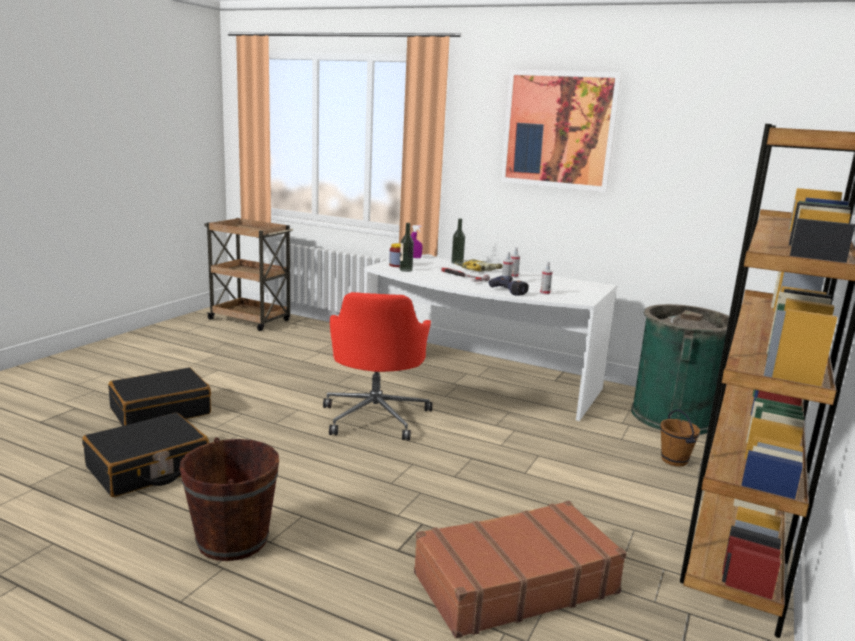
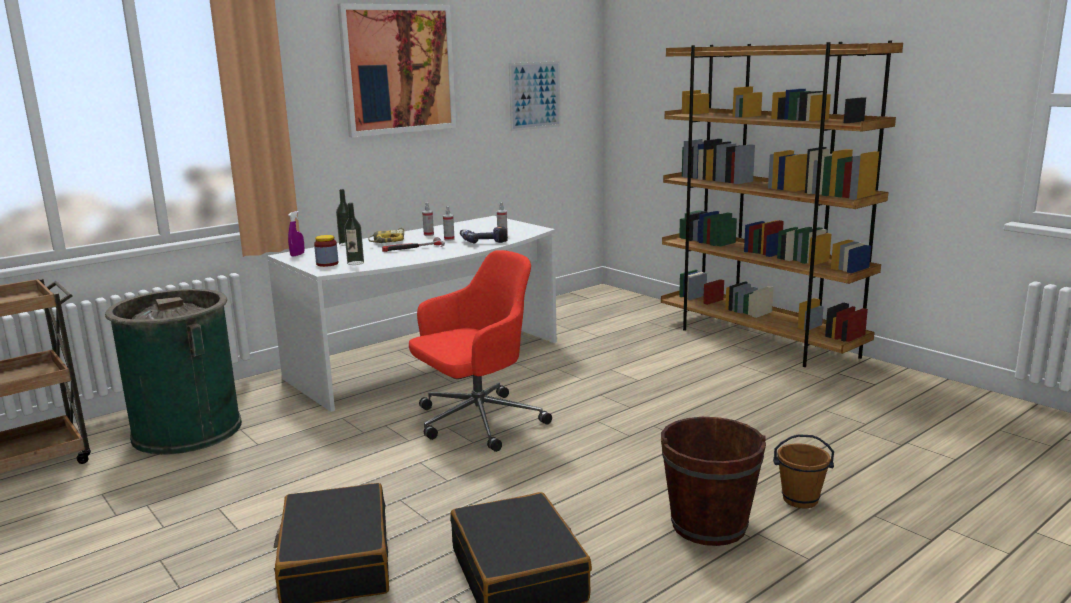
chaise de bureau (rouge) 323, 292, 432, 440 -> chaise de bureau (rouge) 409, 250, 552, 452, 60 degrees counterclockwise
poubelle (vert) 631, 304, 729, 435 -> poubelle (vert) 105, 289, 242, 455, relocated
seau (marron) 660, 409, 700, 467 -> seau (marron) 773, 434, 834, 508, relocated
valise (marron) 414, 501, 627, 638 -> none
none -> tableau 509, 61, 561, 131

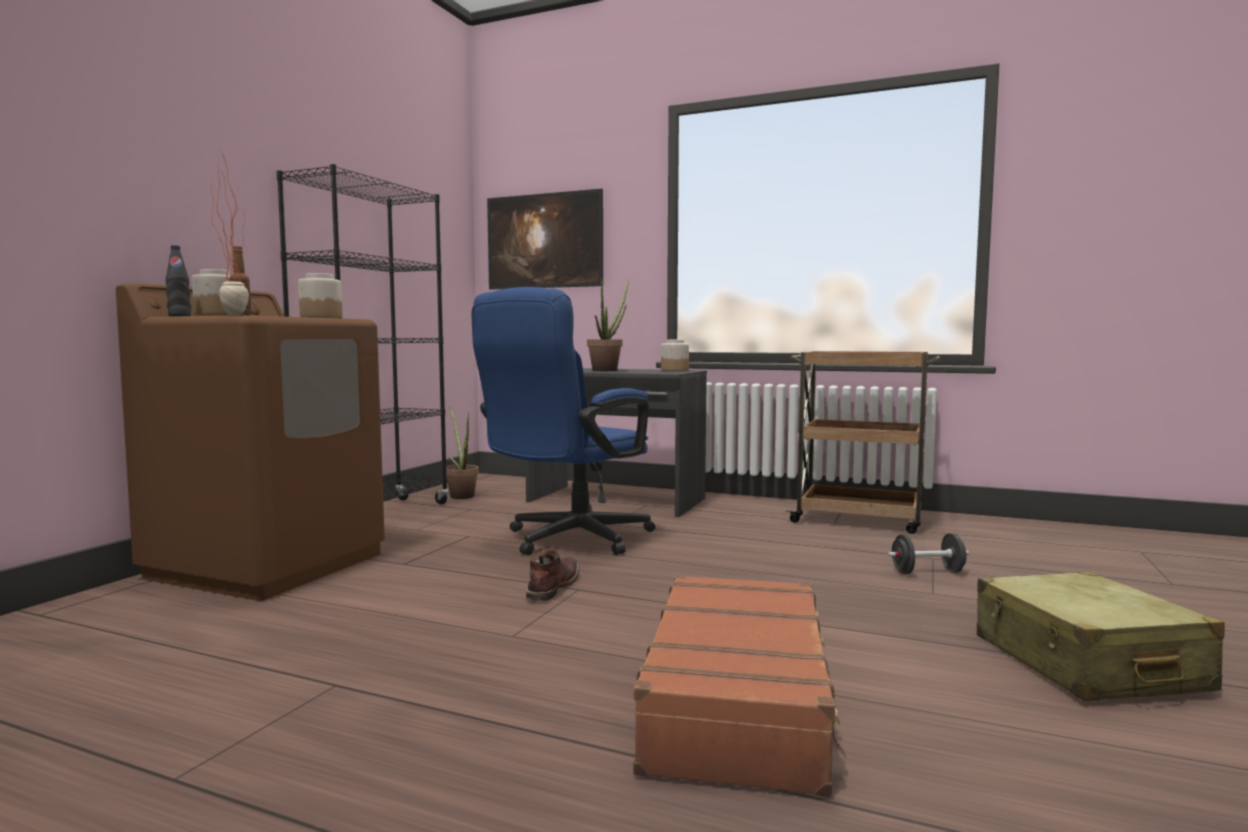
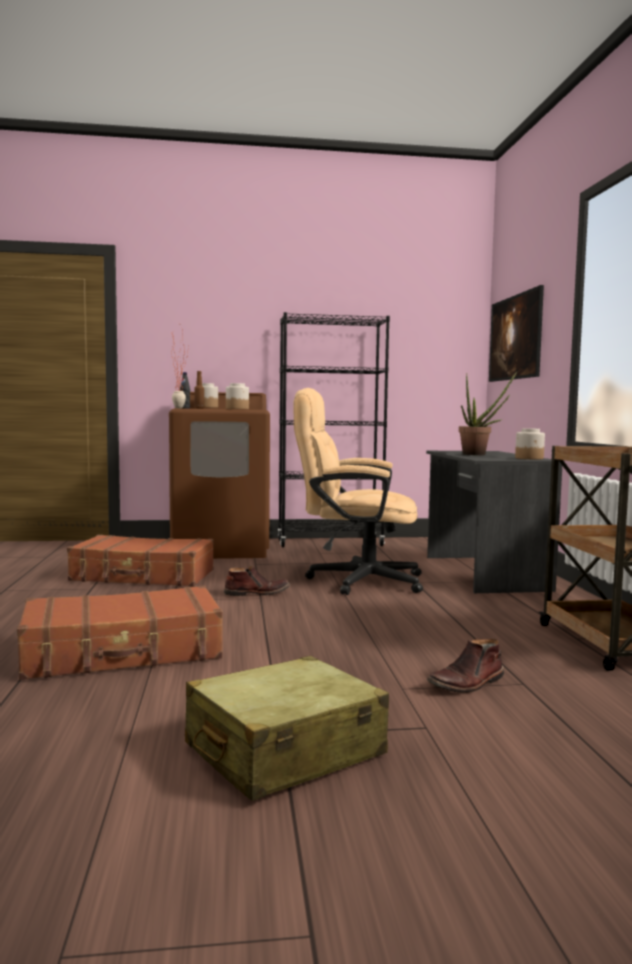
chaise de bureau (bleu) 471, 287, 655, 555 -> chaise de bureau (beige) 294, 388, 423, 595
plante en pot 446, 406, 479, 499 -> none
haltère (noir) 888, 533, 969, 574 -> botte (marron) 427, 639, 504, 693
none -> valise (marron) 67, 535, 214, 586

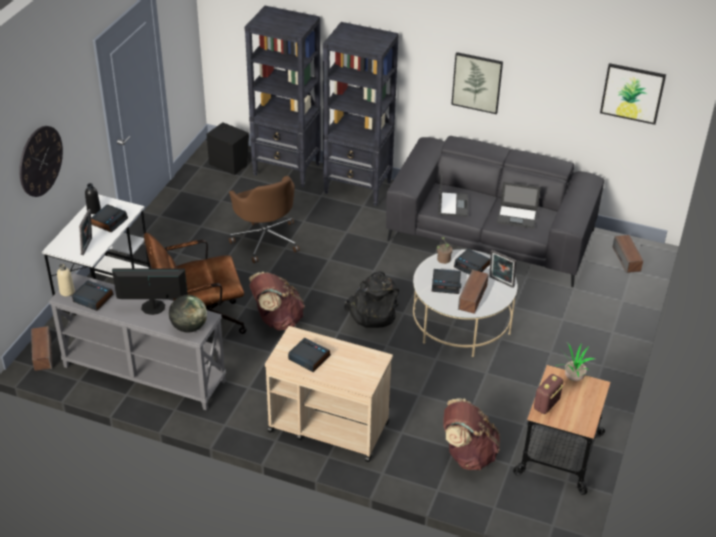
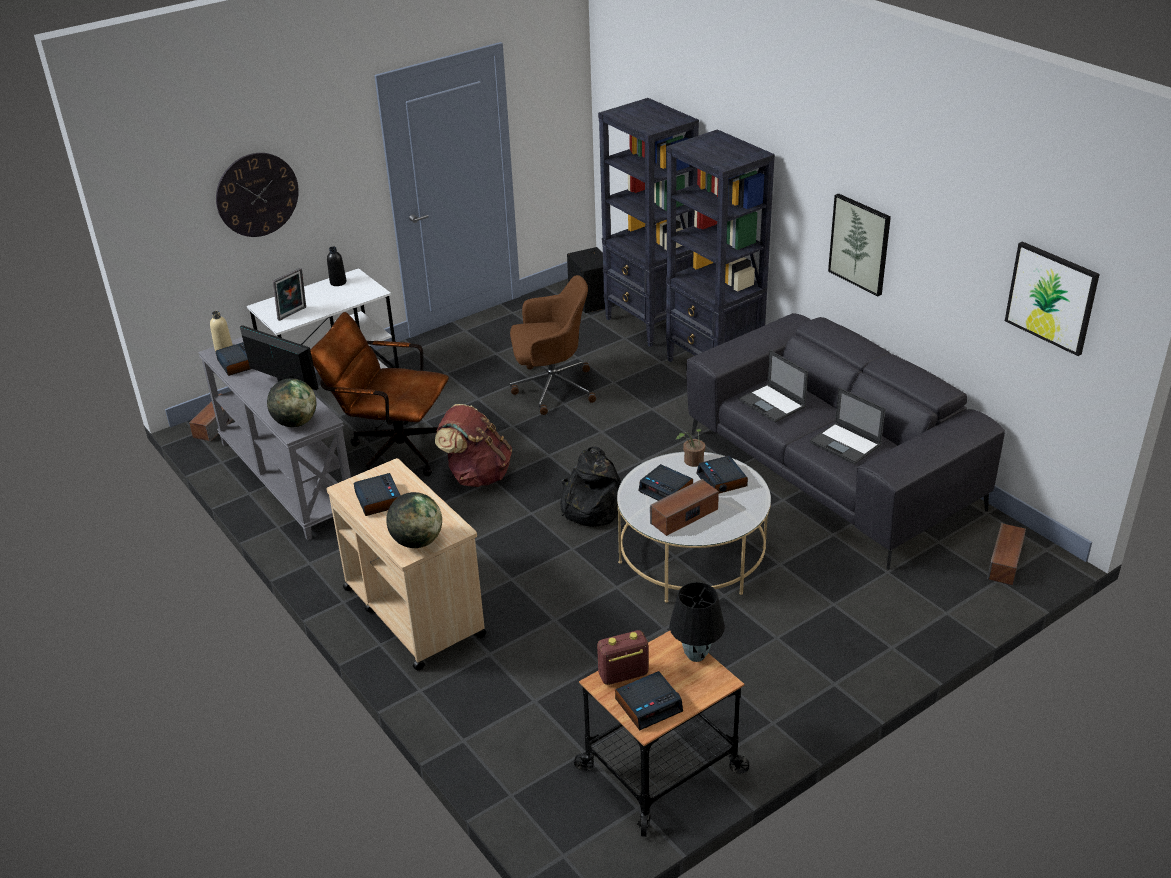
ordinateur portable 438, 169, 468, 217 -> ordinateur portable 738, 350, 808, 423, 105 degrees clockwise
chaise de bureau (marron) 229, 176, 300, 263 -> chaise de bureau (marron) 510, 275, 596, 415, 105 degrees counterclockwise
réveil 91, 204, 128, 233 -> réveil 615, 671, 683, 730, relocated
cadre photo 489, 250, 516, 288 -> none
plante en pot 556, 342, 595, 381 -> lampe de table (noir) 669, 582, 725, 662
sac à dos (marron) 443, 398, 500, 470 -> none
none -> globe 386, 492, 442, 548

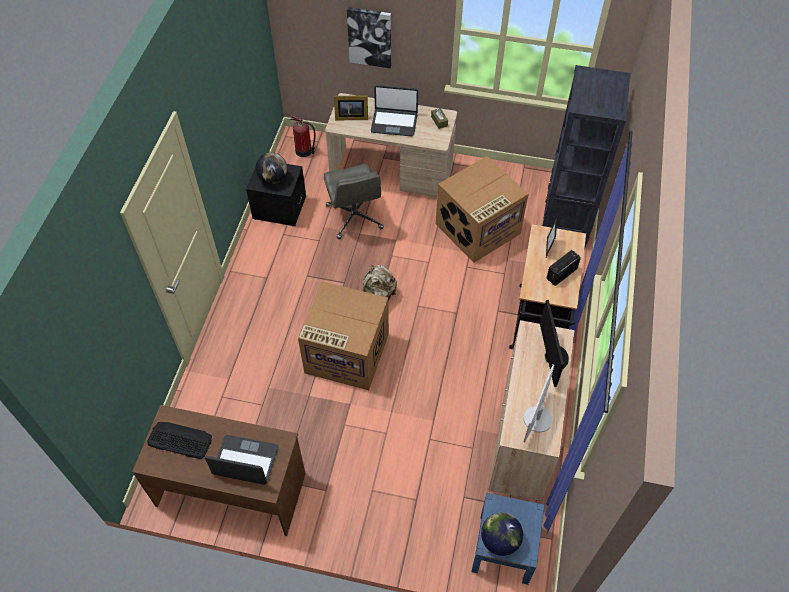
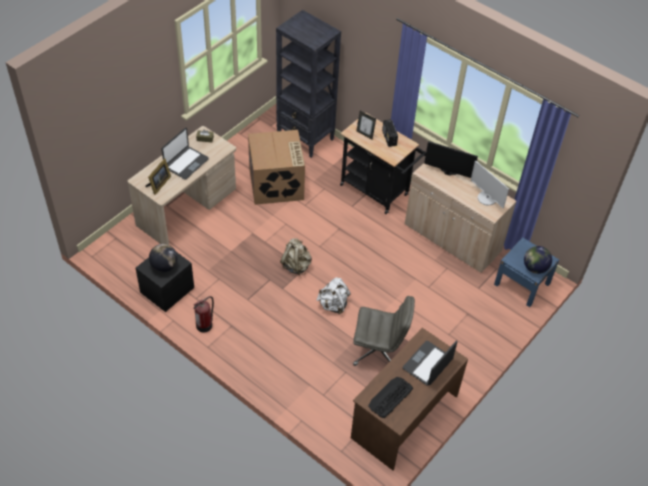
tableau 347, 7, 391, 68 -> none
extincteur 289, 115, 316, 157 -> extincteur 193, 296, 214, 333, relocated
chaise de bureau (gris) 324, 164, 384, 239 -> chaise de bureau (gris) 353, 296, 415, 366, relocated
carton 298, 281, 389, 390 -> sac à dos (blanc) 317, 277, 351, 314

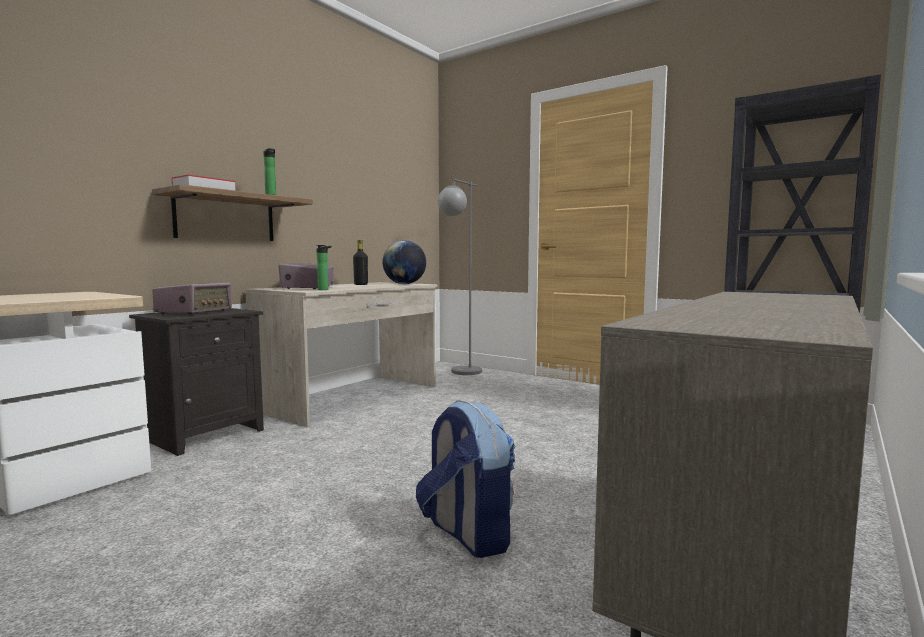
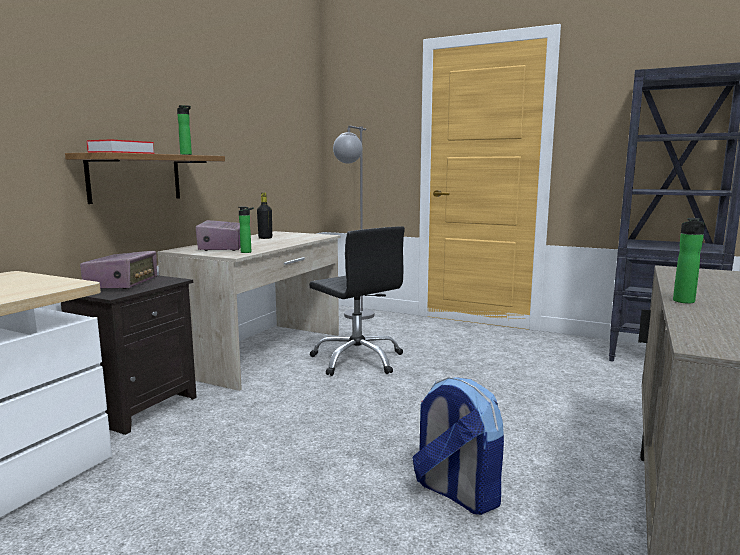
globe 382, 240, 426, 284 -> none
none -> bouteille 673, 218, 705, 303
none -> chaise de bureau (noir) 309, 226, 405, 376

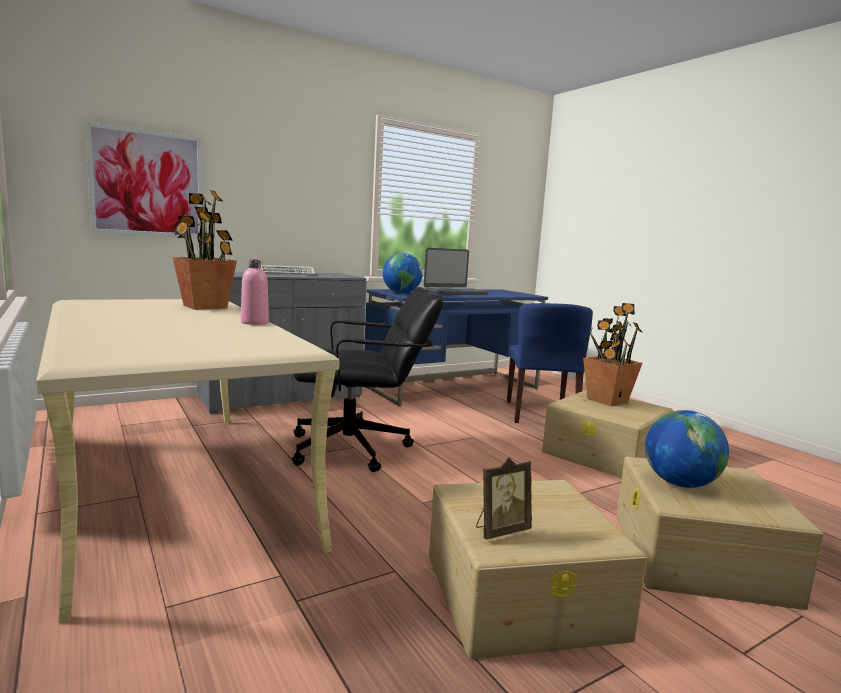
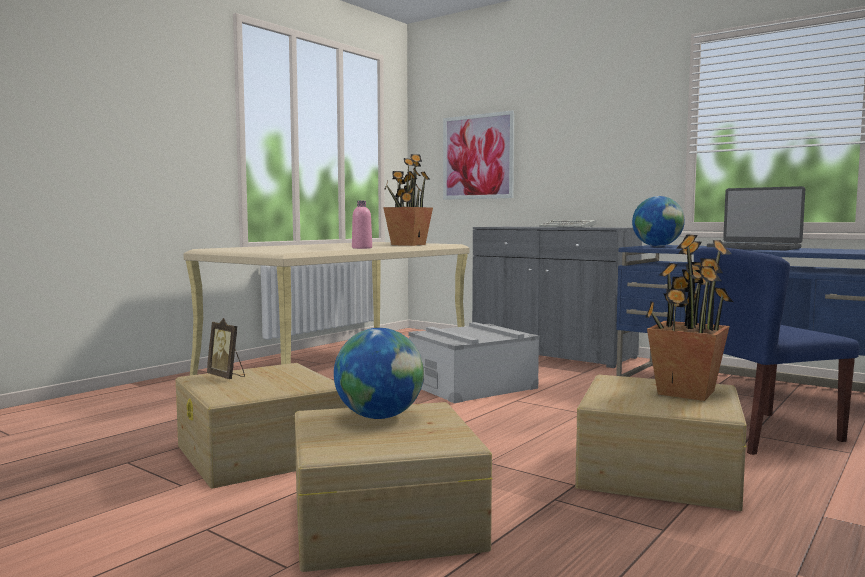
chaise de bureau (noir) 292, 287, 444, 472 -> boîte de rangement (gris) 408, 322, 539, 403

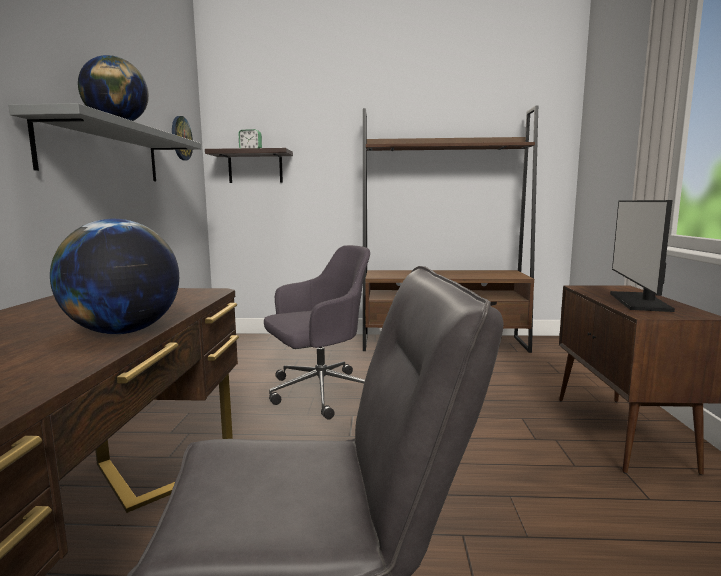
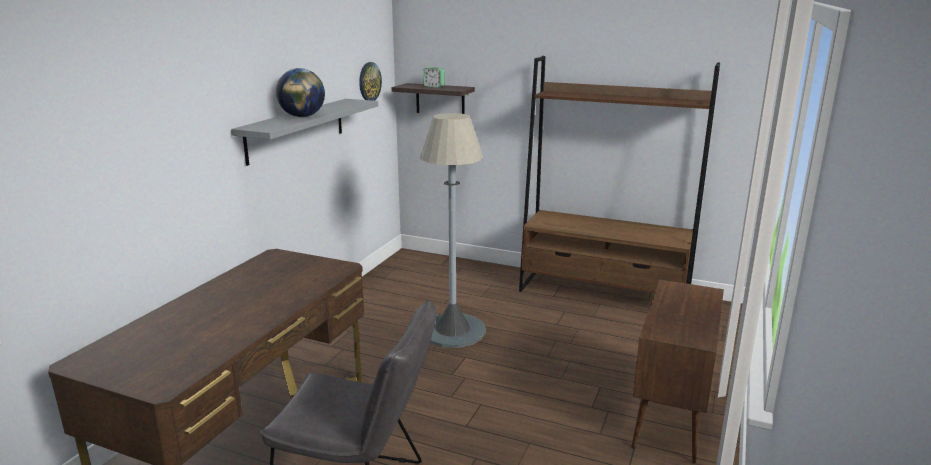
écran d'ordinateur 610, 200, 675, 312 -> none
globe 50, 218, 179, 334 -> none
chaise de bureau (gris) 264, 245, 370, 420 -> lampadaire (gris) 420, 113, 486, 348

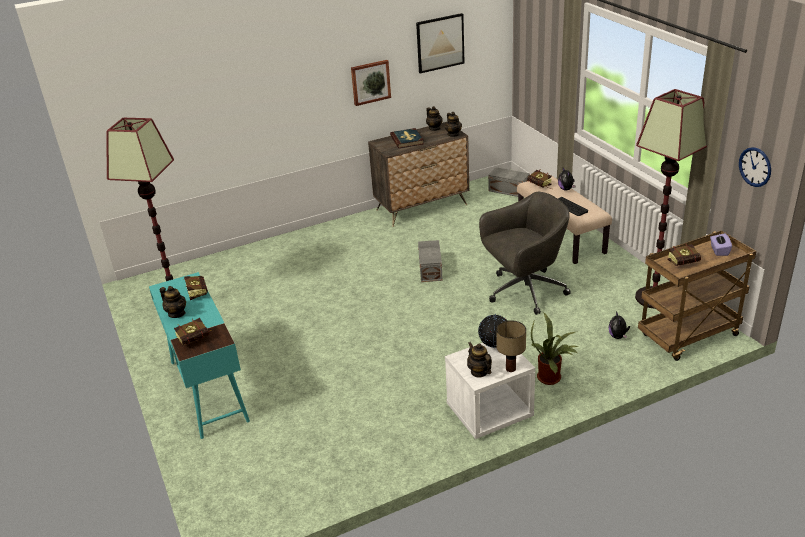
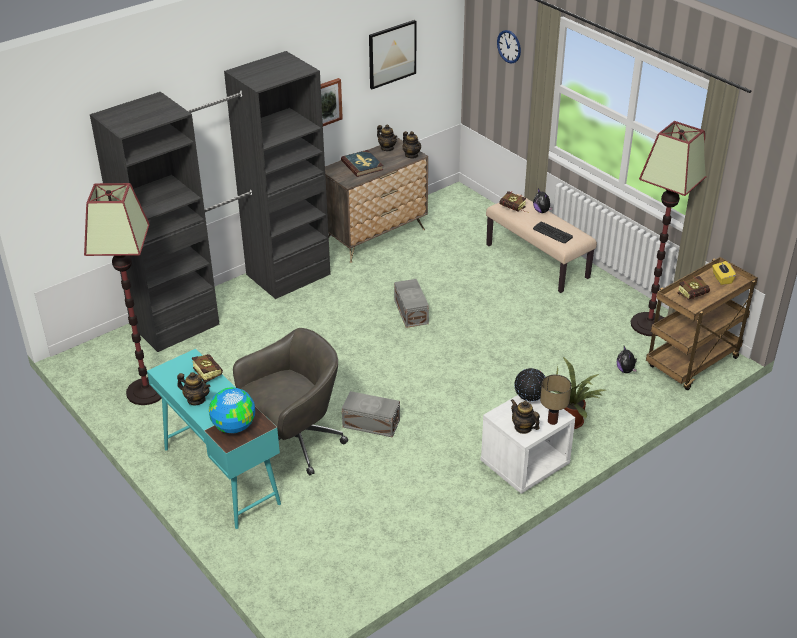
horloge murale 739, 147, 771, 187 -> horloge murale 497, 30, 521, 64, relocated
boîte de rangement (gris) 488, 167, 530, 197 -> boîte de rangement (gris) 342, 391, 400, 438, relocated
chaise de bureau (gris) 479, 192, 571, 315 -> chaise de bureau (gris) 233, 328, 348, 475, relocated
boîte à mouchoirs (violet) 710, 233, 732, 256 -> boîte à mouchoirs (jaune) 712, 261, 736, 285
livre 174, 318, 212, 346 -> globe 209, 387, 255, 433
none -> armoire (noir) 90, 51, 331, 352

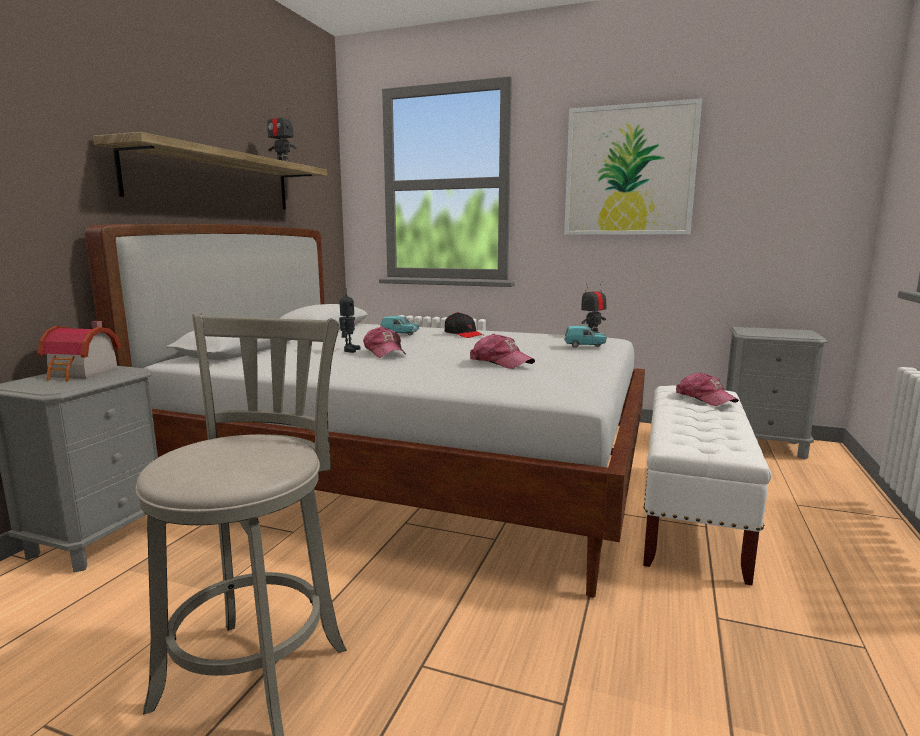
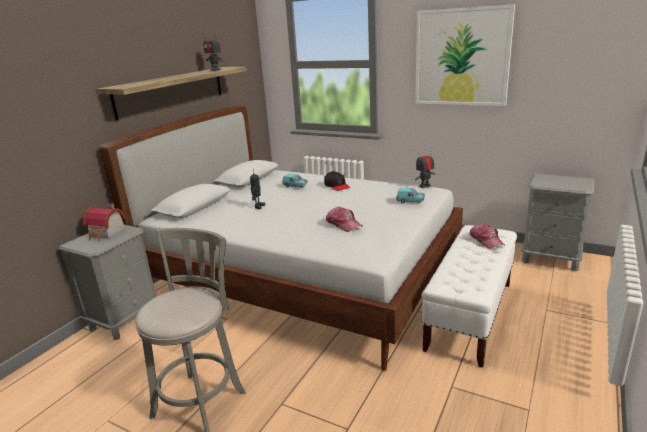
casquette 363, 326, 406, 358 -> none

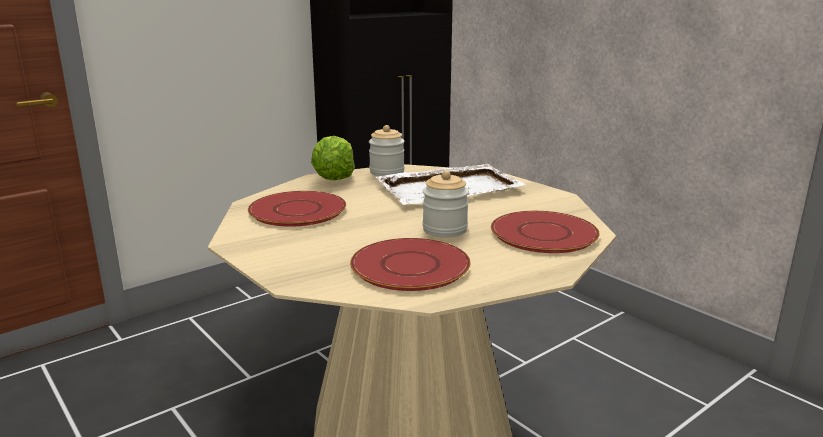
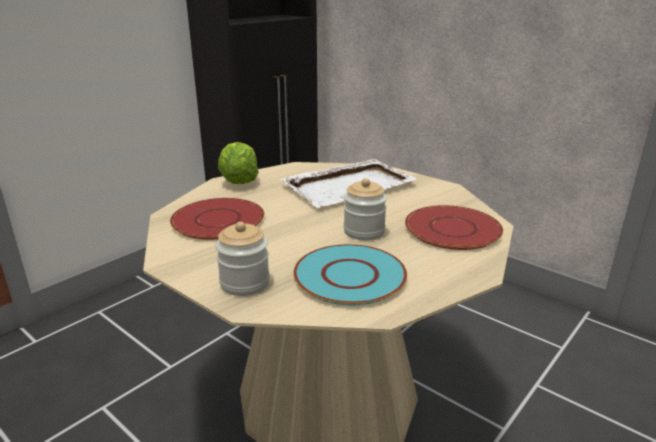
bocal 369, 125, 405, 176 -> bocal 216, 222, 270, 296, relocated
assiette (rouge) 350, 238, 471, 291 -> assiette (turquoise) 293, 244, 407, 305

